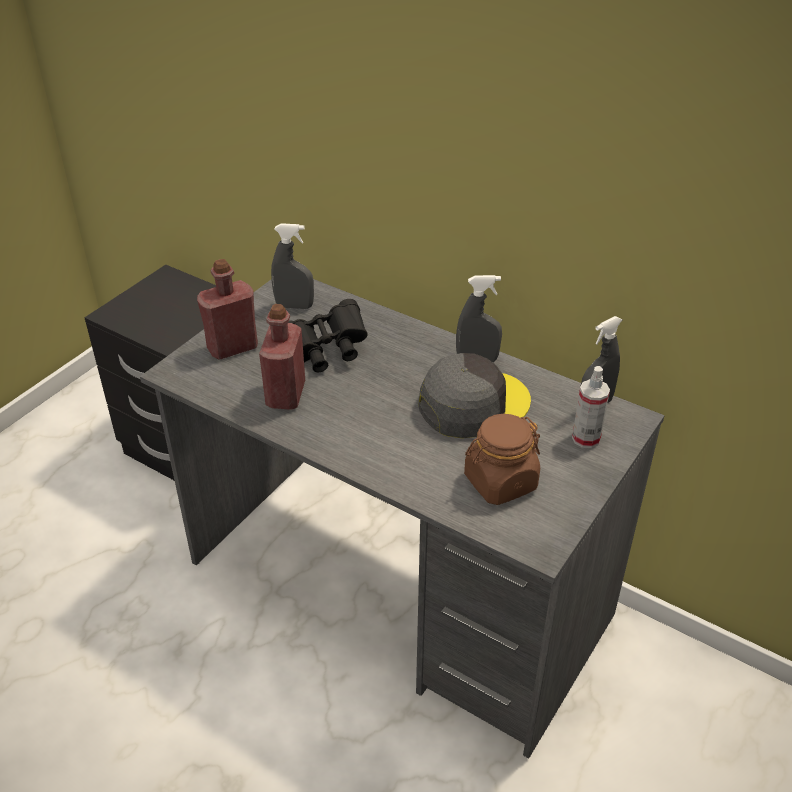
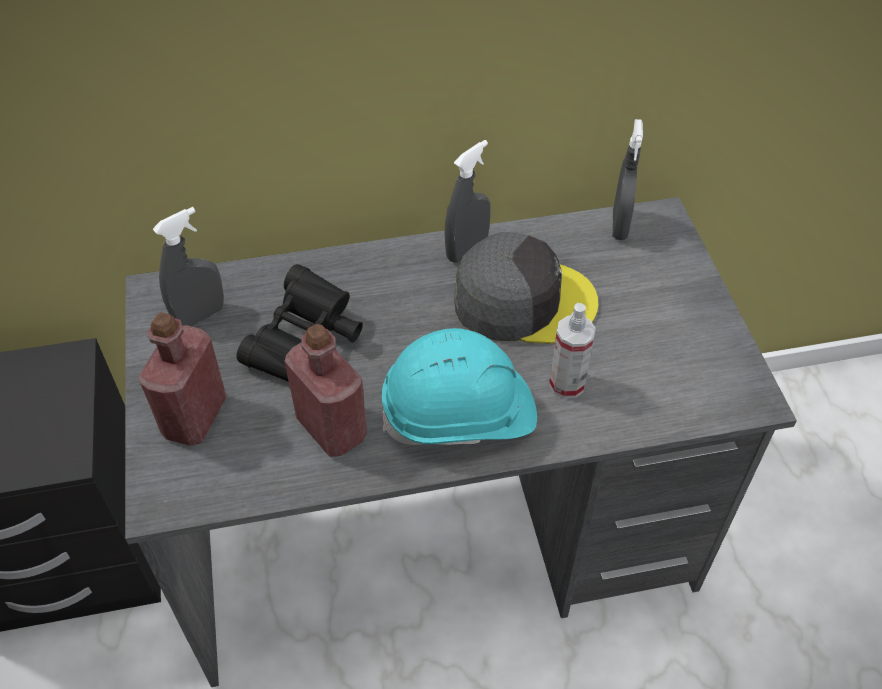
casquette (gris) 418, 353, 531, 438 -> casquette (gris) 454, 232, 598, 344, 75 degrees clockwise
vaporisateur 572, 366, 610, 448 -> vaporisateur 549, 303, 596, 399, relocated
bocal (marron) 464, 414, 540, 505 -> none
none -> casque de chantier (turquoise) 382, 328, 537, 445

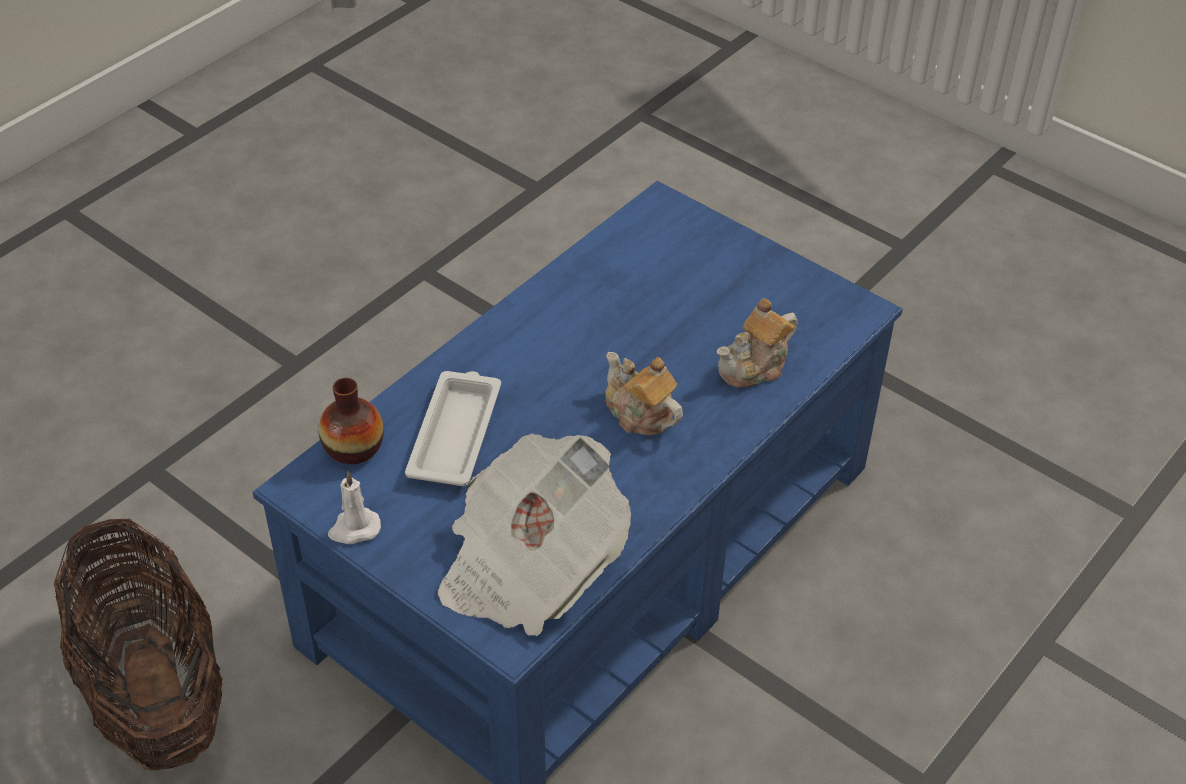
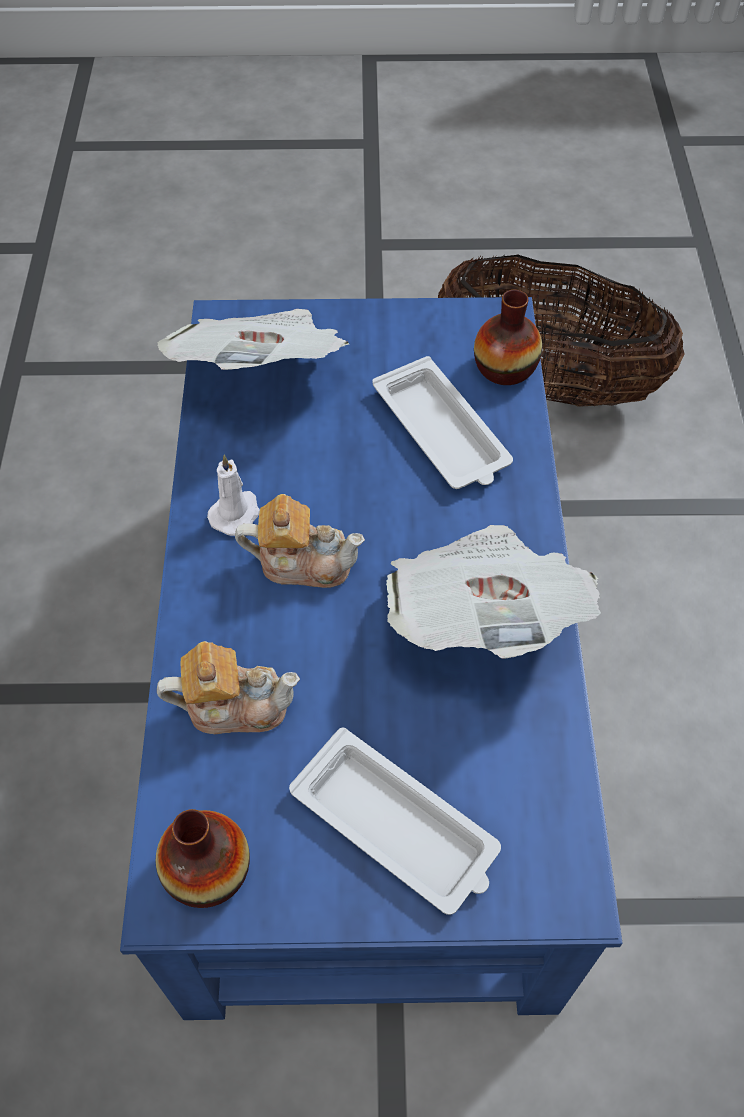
théière 717, 298, 798, 388 -> théière 157, 641, 300, 734, 75 degrees clockwise
bougie (blanc) 328, 472, 381, 544 -> bougie (blanc) 207, 454, 260, 536, relocated
none -> journal 386, 525, 601, 659
none -> plateau (blanc) 289, 727, 501, 915
none -> vase 155, 809, 250, 908

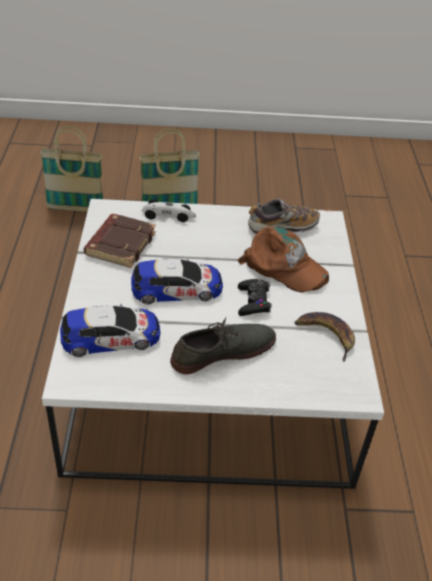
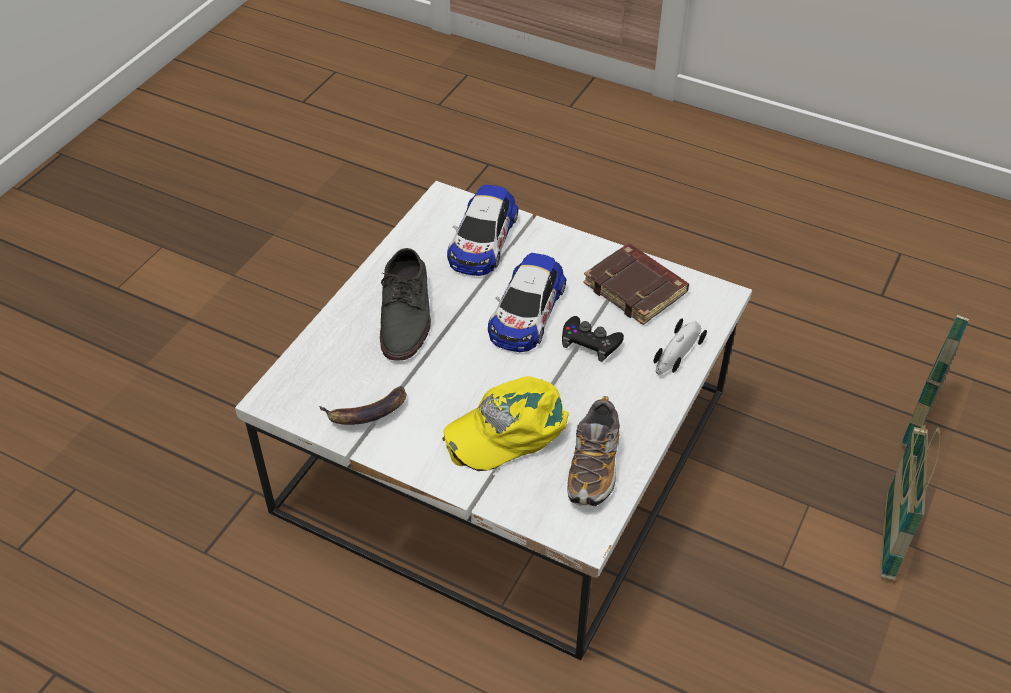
casquette (marron) 238, 227, 329, 292 -> casquette (jaune) 443, 376, 569, 471
manette (noir) 238, 279, 272, 316 -> manette (noir) 562, 316, 624, 362, relocated

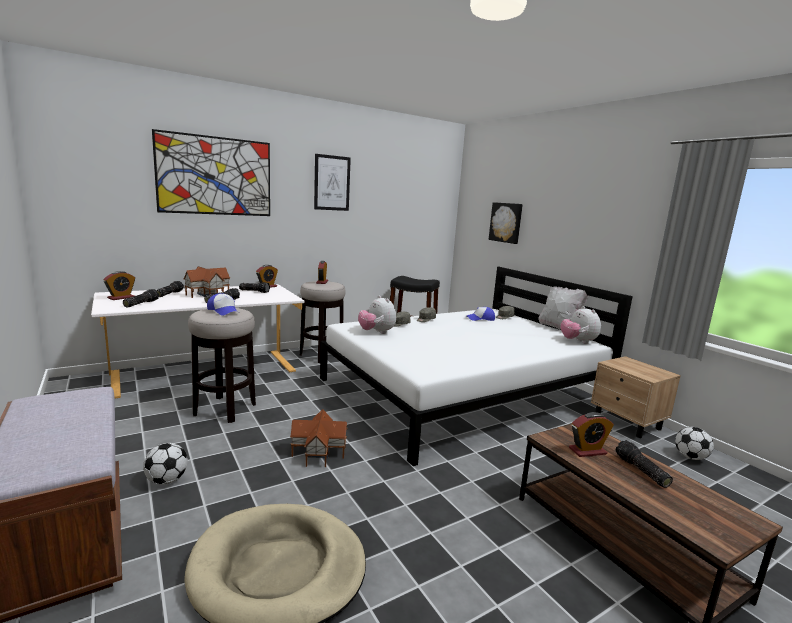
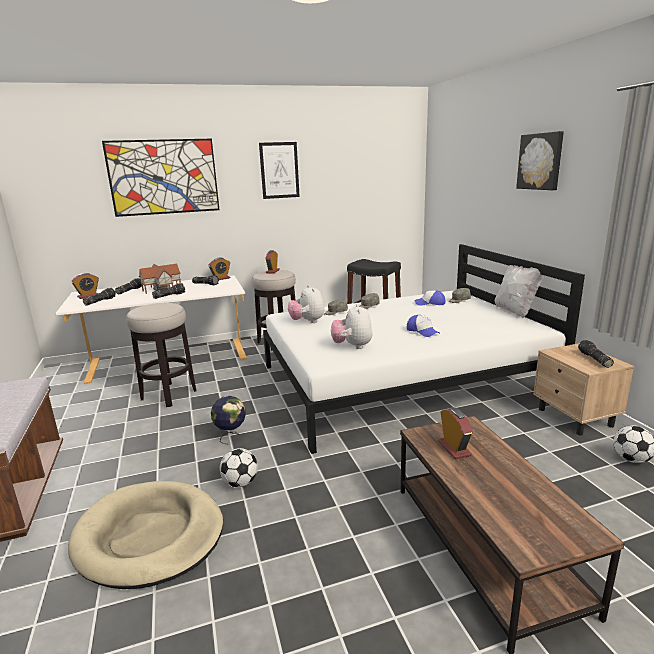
tableau 489, 202, 523, 244 -> tableau 516, 131, 564, 190, relocated
casquette 207, 293, 238, 315 -> casquette 407, 315, 439, 337, relocated
peluche 560, 306, 601, 344 -> peluche 331, 304, 373, 349, relocated
maison miniature 290, 409, 348, 467 -> globe 211, 396, 246, 444
réveil 569, 412, 614, 457 -> réveil 438, 407, 473, 459, 105 degrees counterclockwise
lampe de poche 616, 440, 673, 488 -> lampe de poche 578, 340, 614, 368, relocated
ballon de foot 143, 443, 188, 485 -> ballon de foot 220, 448, 258, 488, relocated

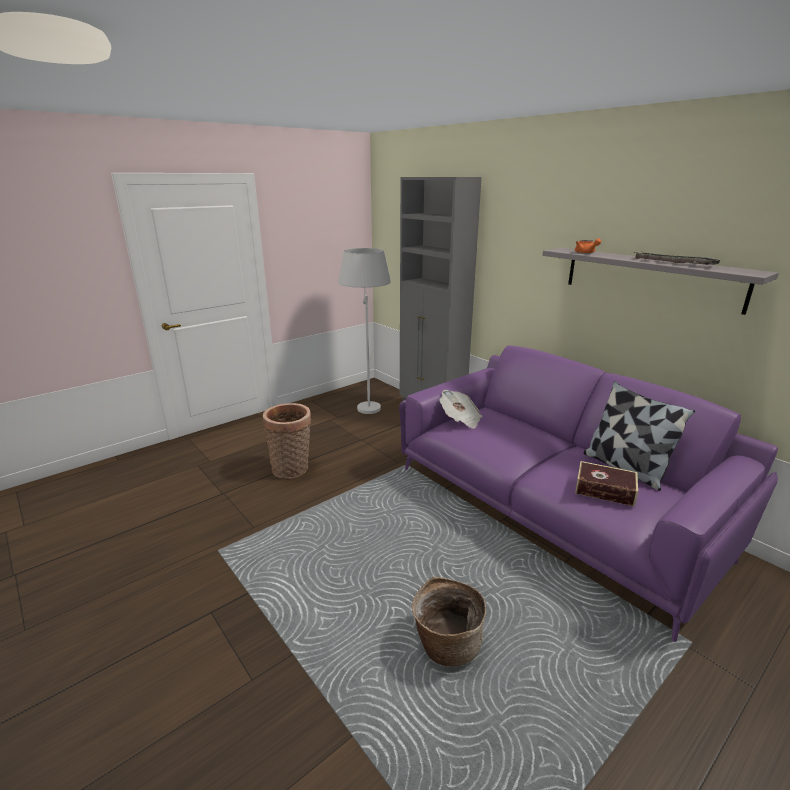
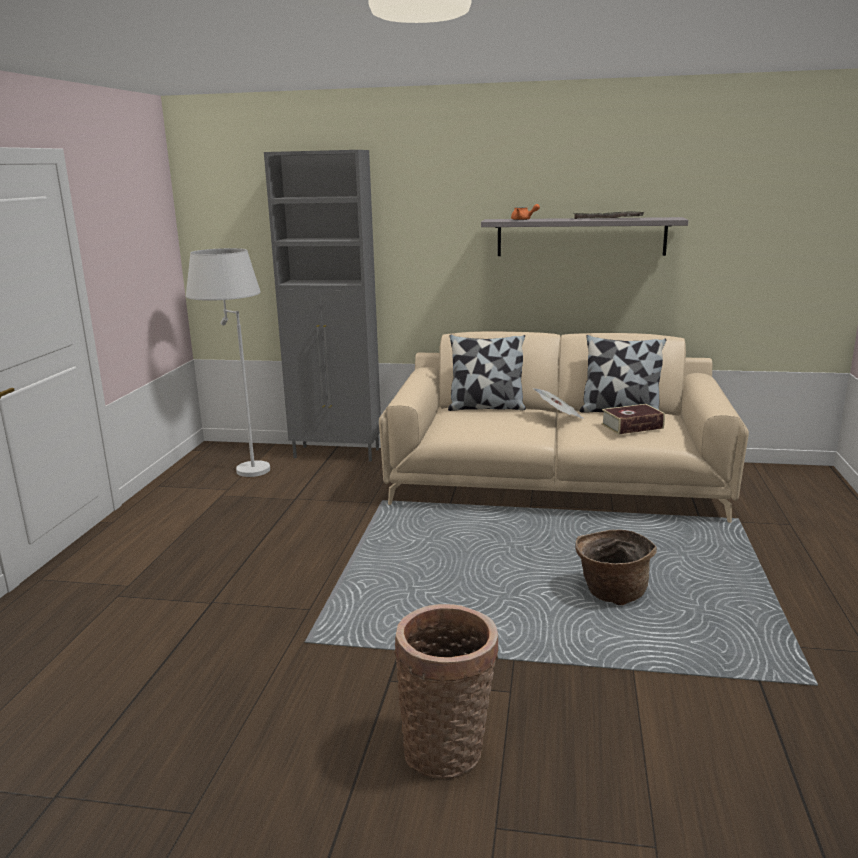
canapé (violet) 399, 345, 778, 642 -> canapé (beige) 379, 331, 749, 523
journal 439, 390, 482, 429 -> journal 532, 388, 585, 419, relocated
panier 263, 403, 311, 479 -> panier 394, 604, 498, 779, relocated
none -> coussin 448, 335, 526, 411

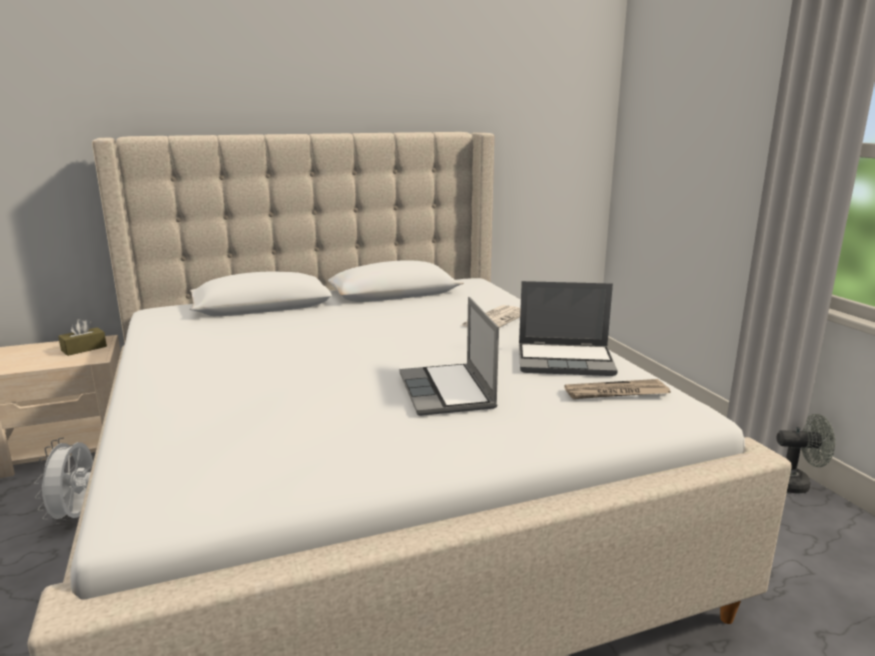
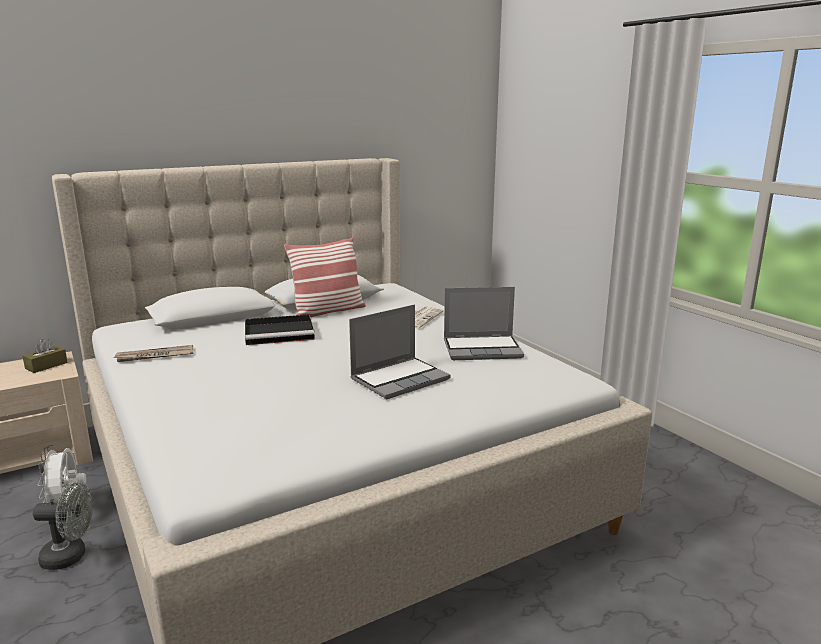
ordinateur portable 399, 297, 499, 416 -> ordinateur portable 349, 304, 450, 399, 105 degrees counterclockwise
journal 564, 379, 671, 399 -> journal 113, 345, 194, 362, relocated
ventilateur (gris) 776, 414, 835, 493 -> ventilateur (gris) 33, 483, 93, 570, relocated
none -> coussin 284, 237, 366, 317
none -> plateau (noir) 245, 314, 315, 345

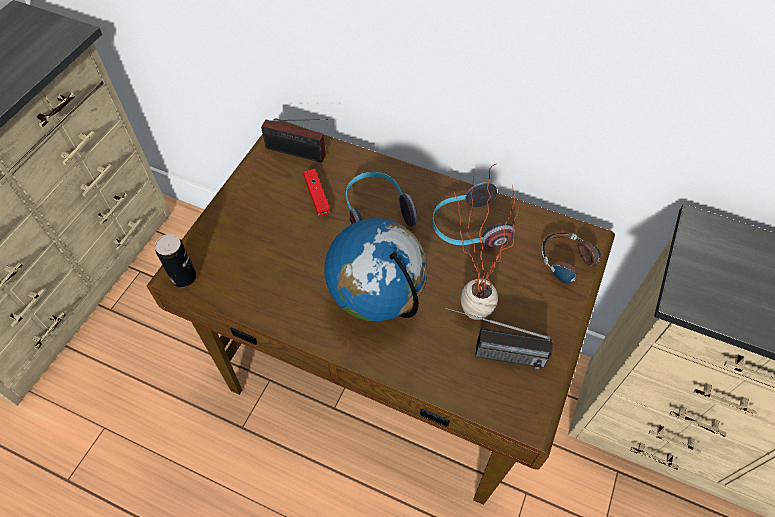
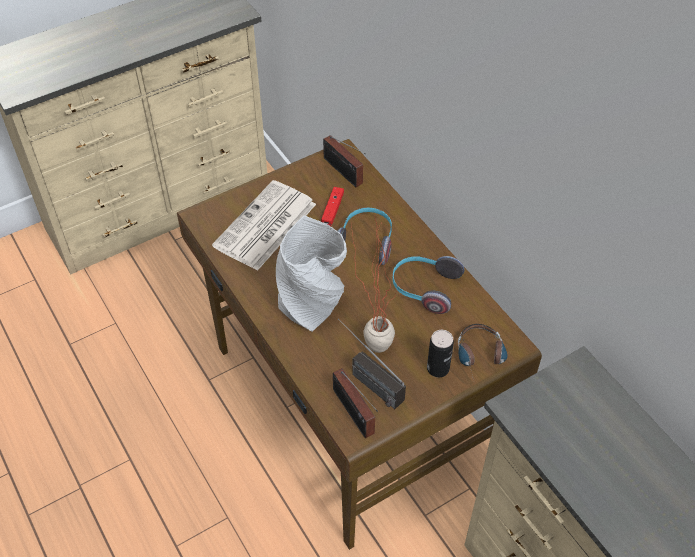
globe 324, 218, 428, 321 -> vase (gris) 276, 215, 347, 332
boîte métallique 155, 234, 197, 287 -> boîte métallique 427, 330, 454, 377, relocated
none -> journal 212, 180, 316, 271
none -> radio 333, 368, 378, 438

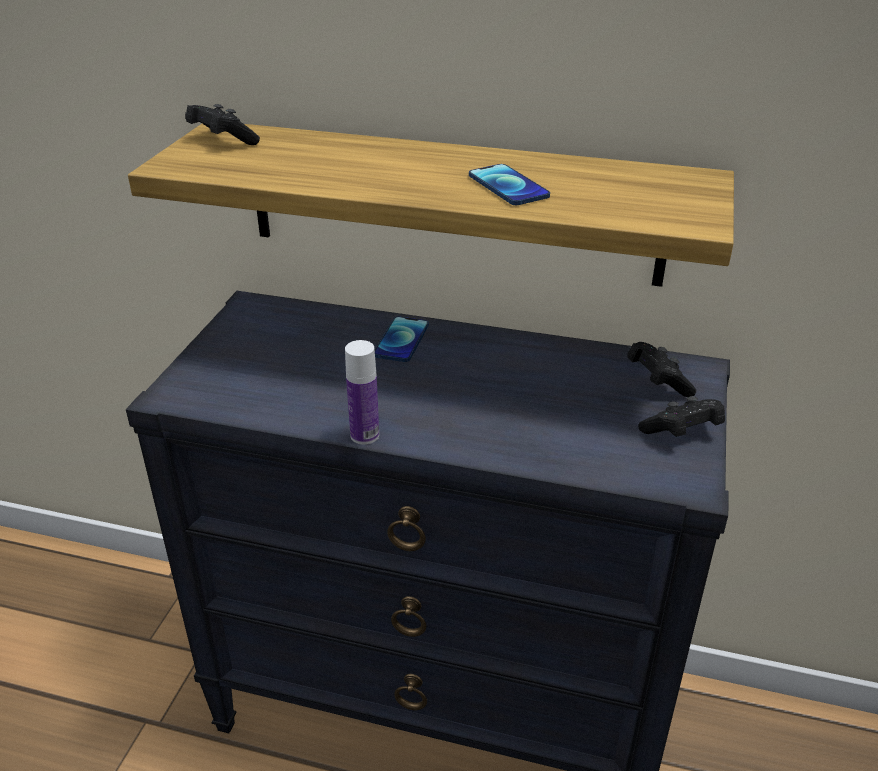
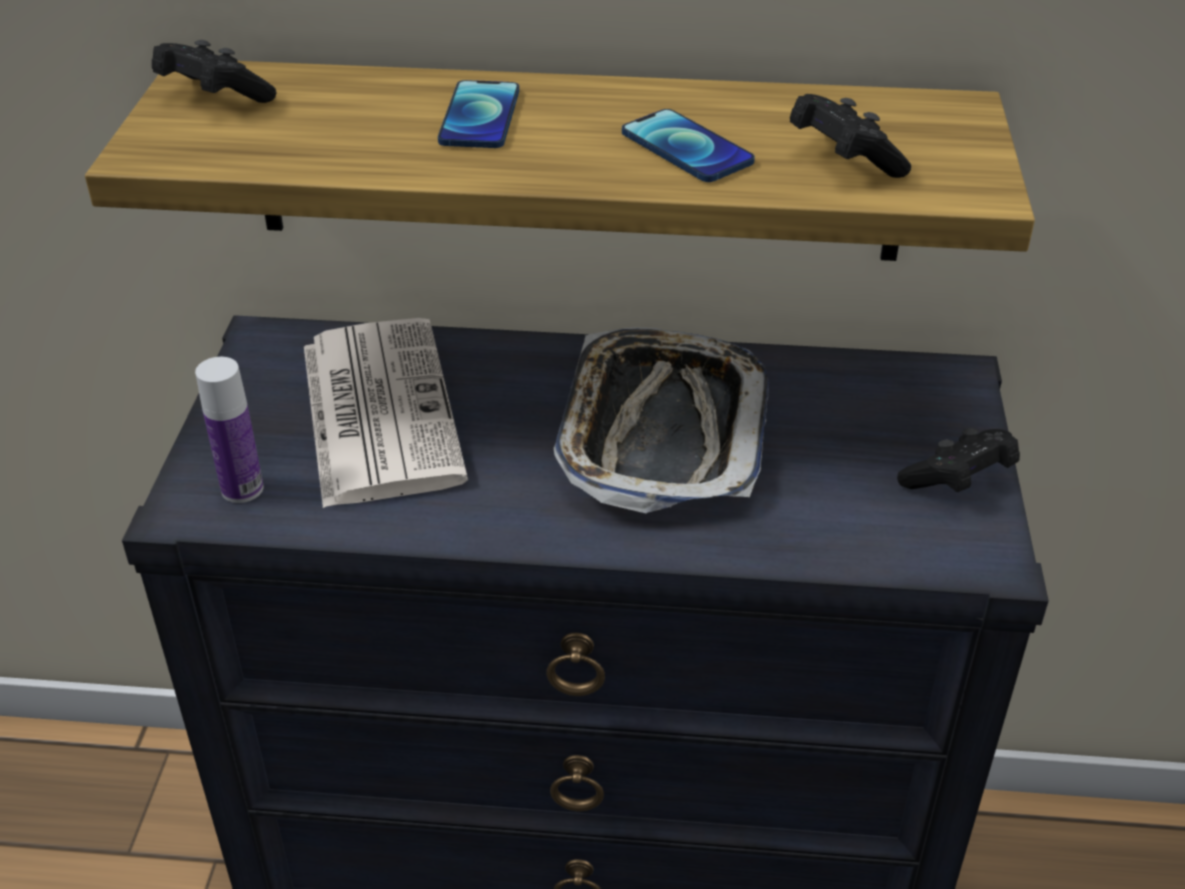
téléphone 375, 316, 429, 362 -> téléphone 438, 80, 519, 148, relocated
bouteille 345, 340, 379, 445 -> bouteille 195, 357, 264, 503, relocated
manette (noir) 627, 342, 696, 397 -> manette (noir) 790, 94, 911, 178, relocated
none -> journal 304, 318, 468, 508
none -> plateau 554, 327, 769, 513

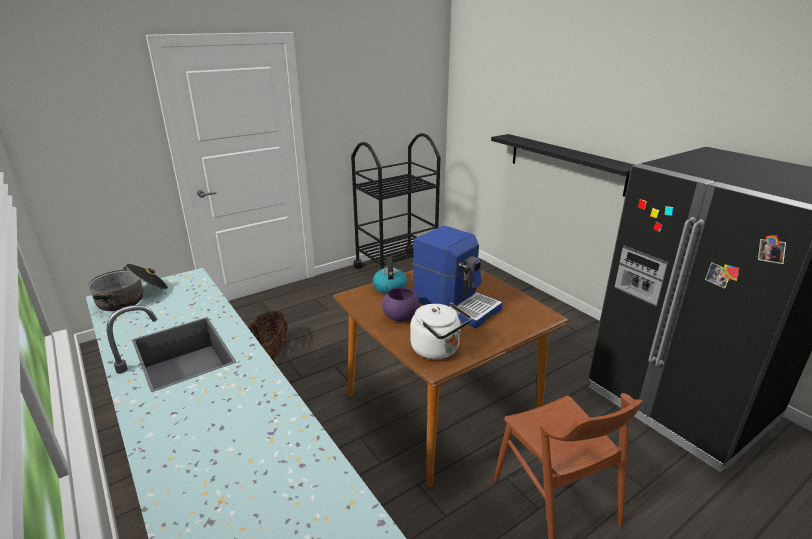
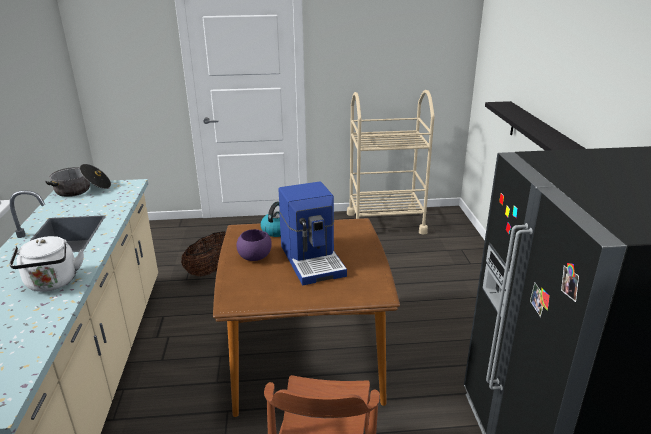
chariot (noir) 351, 133, 441, 270 -> chariot (beige) 347, 90, 435, 234
bouilloire (blanc) 410, 303, 471, 360 -> bouilloire (blanc) 9, 236, 84, 292, relocated

